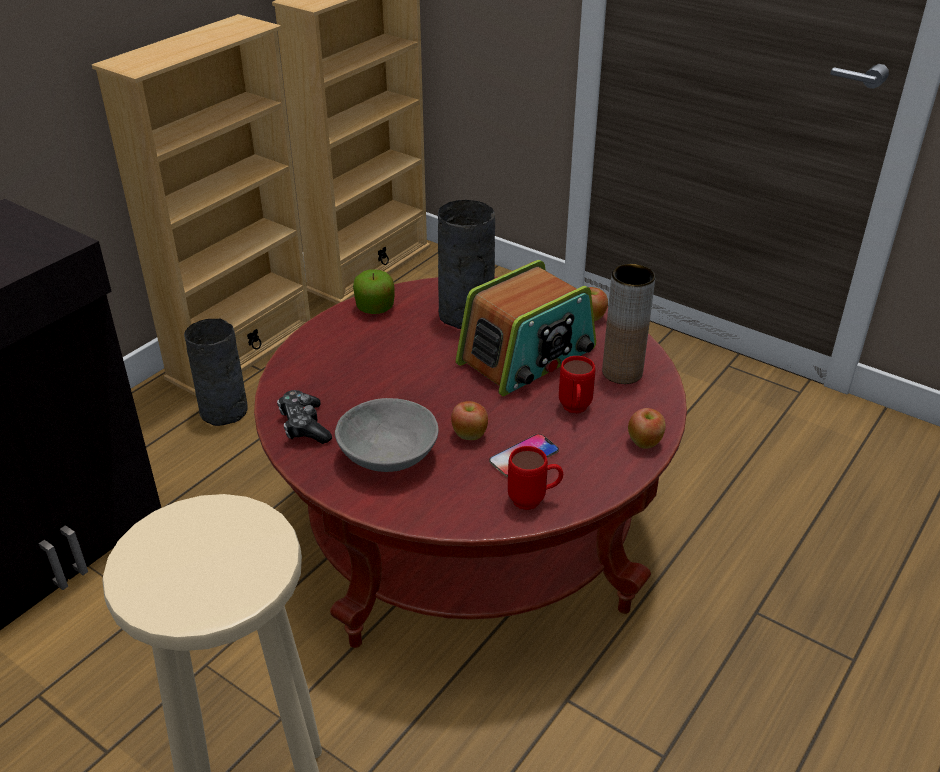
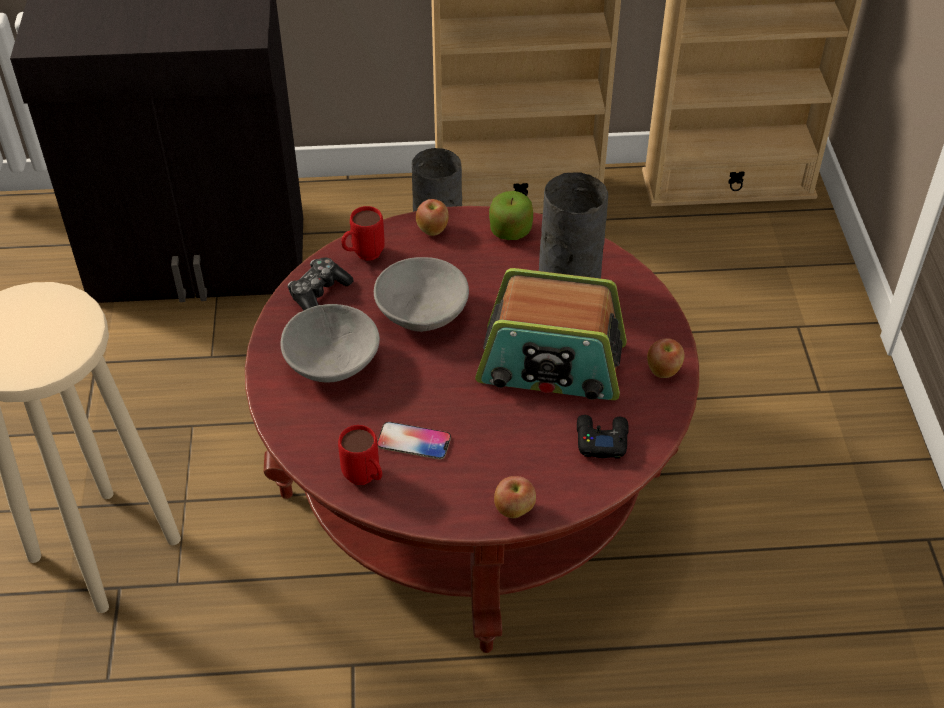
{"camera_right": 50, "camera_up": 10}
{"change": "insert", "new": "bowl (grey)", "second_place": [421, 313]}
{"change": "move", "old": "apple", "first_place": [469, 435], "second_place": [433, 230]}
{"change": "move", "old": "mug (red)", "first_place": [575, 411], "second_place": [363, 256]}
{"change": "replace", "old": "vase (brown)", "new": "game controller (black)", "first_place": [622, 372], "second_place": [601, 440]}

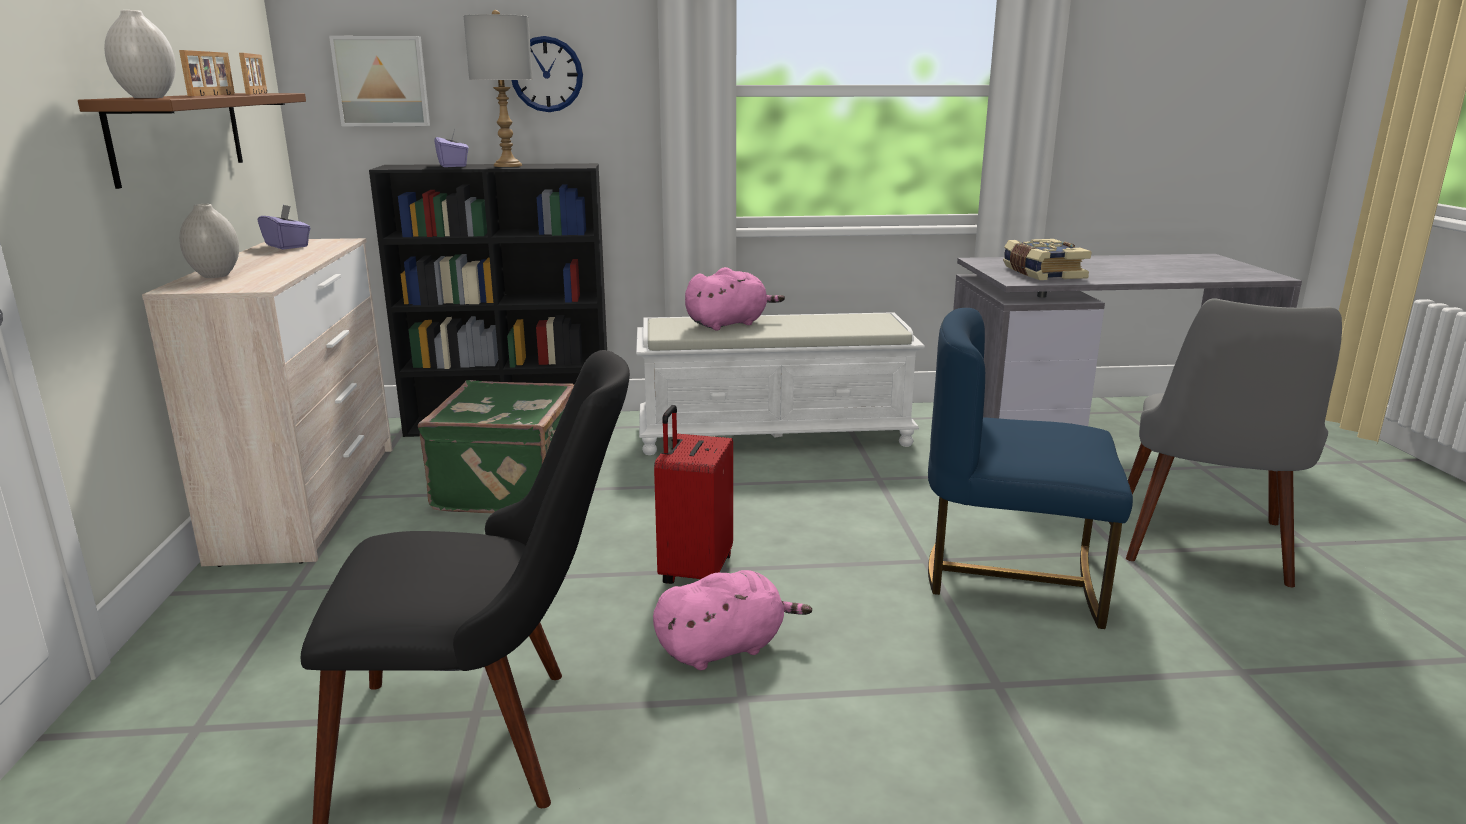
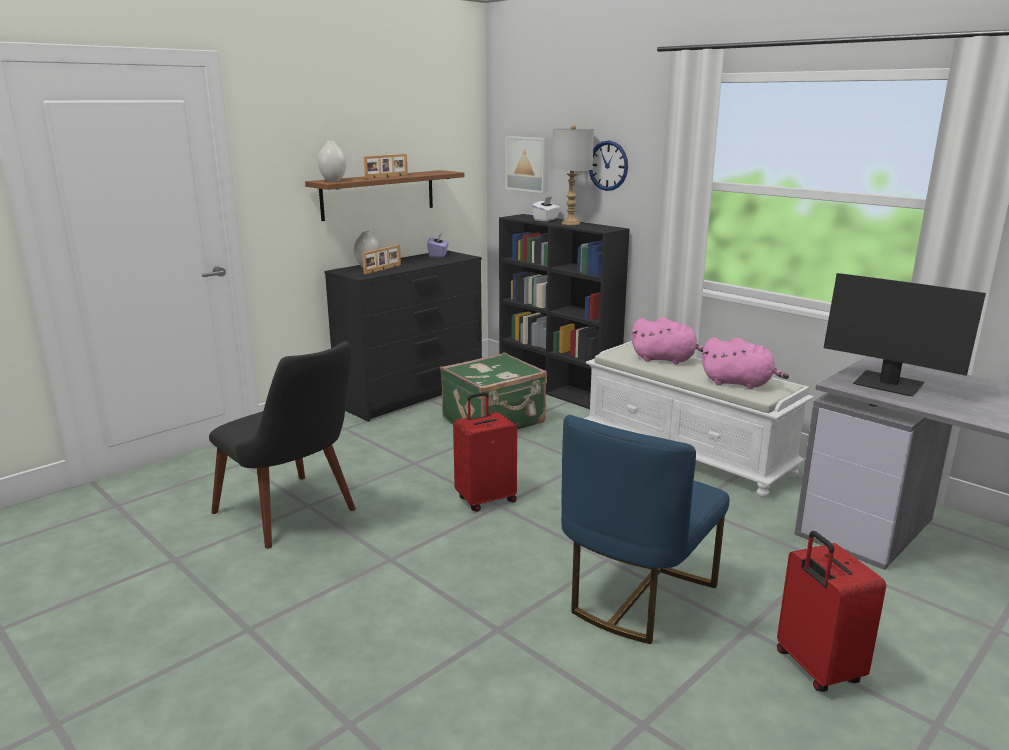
{"camera_right": 50, "camera_up": 0}
{"change": "move", "old": "picture frame", "first_place": [258, 93], "second_place": [383, 269]}
{"change": "move", "old": "plush toy (pink)", "first_place": [725, 648], "second_place": [739, 383]}
{"change": "replace", "old": "book", "new": "monitor", "first_place": [1041, 274], "second_place": [888, 385]}
{"change": "replace", "old": "chair (grey)", "new": "suitcase (red)", "first_place": [1205, 551], "second_place": [816, 668]}
{"change": "recolor", "old": "dresser (beige)", "new": "dresser (black)", "first_place": [312, 501], "second_place": [412, 395]}
{"change": "recolor", "old": "tissue box (purple)", "new": "tissue box (white)", "first_place": [453, 165], "second_place": [546, 219]}
{"change": "rotate", "old": "chair (blue)", "first_place": [1012, 576], "second_place": [635, 596], "degrees": -120}

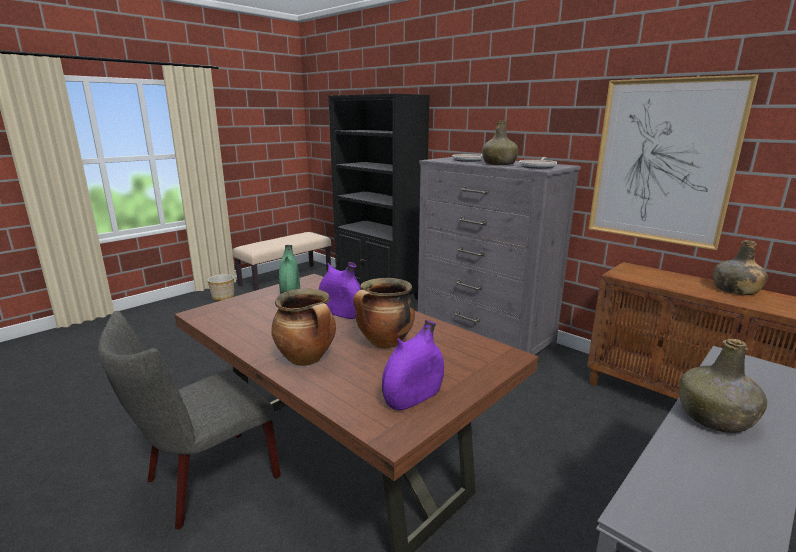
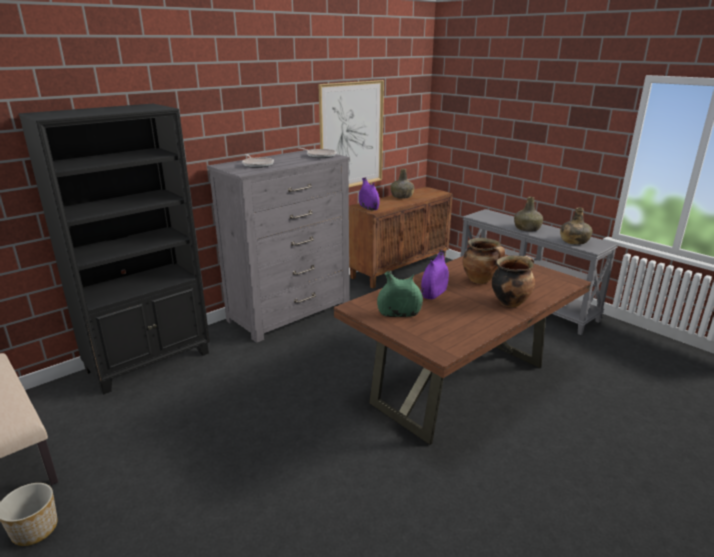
{"camera_right": -85, "camera_up": 5}
{"change": "delete", "old": "chair (grey)", "first_place": [205, 481]}
{"change": "move", "old": "vase (purple)", "first_place": [413, 397], "second_place": [368, 208]}
{"change": "move", "old": "bottle (green)", "first_place": [499, 164], "second_place": [573, 241]}

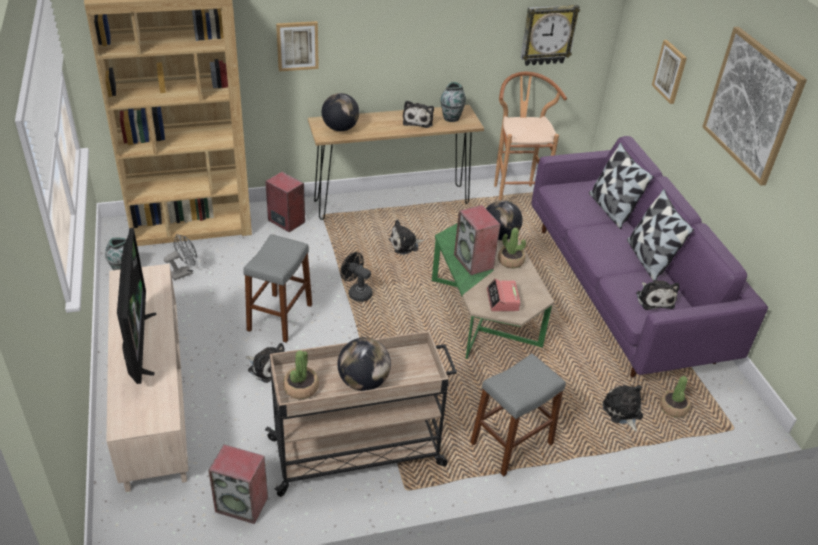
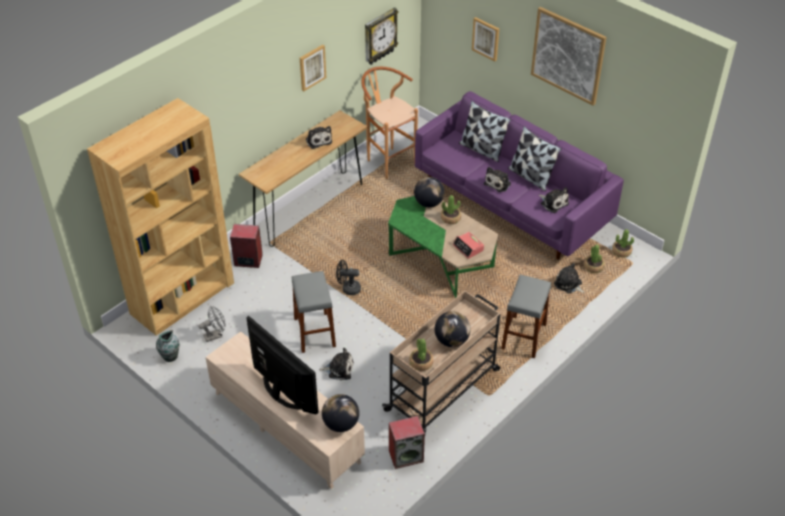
{"camera_right": -30, "camera_up": 5}
{"change": "delete", "old": "vase", "first_place": [451, 118]}
{"change": "delete", "old": "speaker", "first_place": [474, 262]}
{"change": "insert", "new": "potted plant", "second_place": [621, 251]}
{"change": "move", "old": "picture", "first_place": [297, 45], "second_place": [312, 67]}
{"change": "move", "old": "globe", "first_place": [340, 128], "second_place": [341, 424]}
{"change": "move", "old": "plush toy", "first_place": [405, 245], "second_place": [498, 183]}
{"change": "rotate", "old": "fan (grey)", "first_place": [184, 272], "second_place": [215, 335], "degrees": 45}

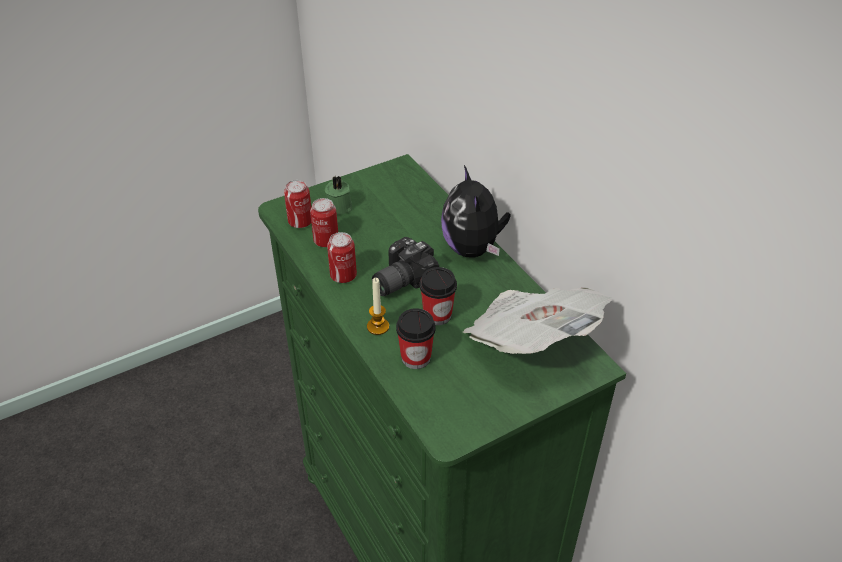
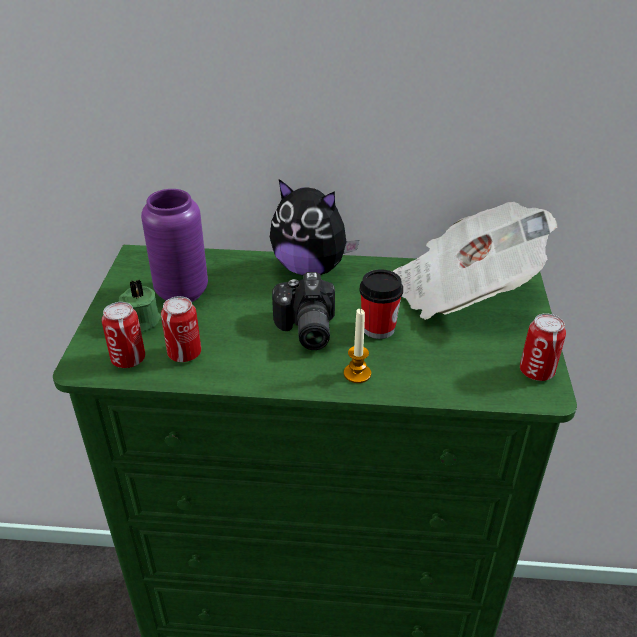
{"camera_right": -55, "camera_up": -5}
{"change": "delete", "old": "cup", "first_place": [416, 357]}
{"change": "insert", "new": "vase (purple)", "second_place": [182, 292]}
{"change": "move", "old": "can", "first_place": [343, 276], "second_place": [536, 371]}

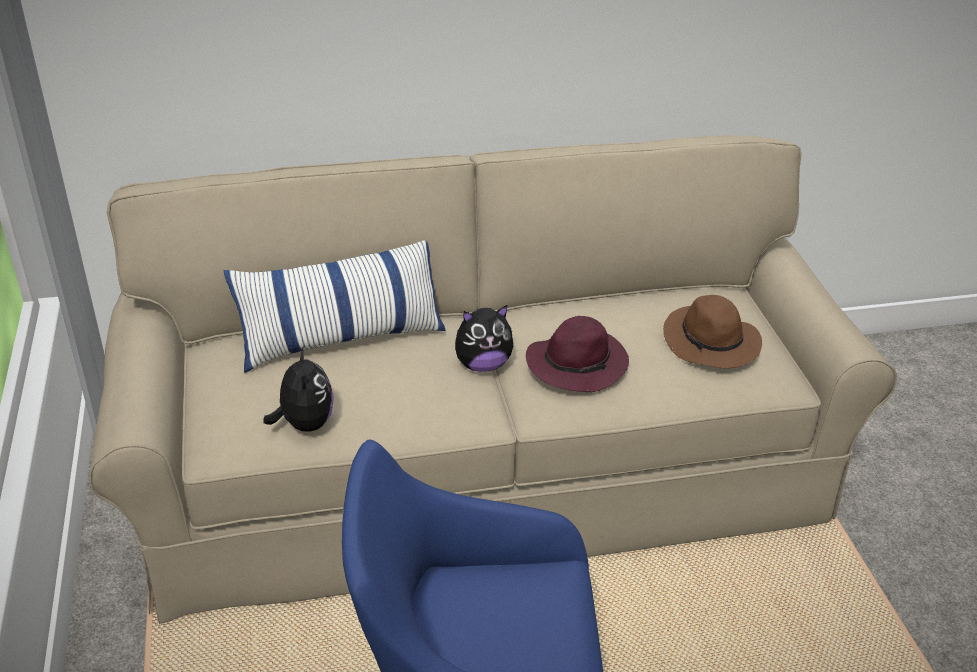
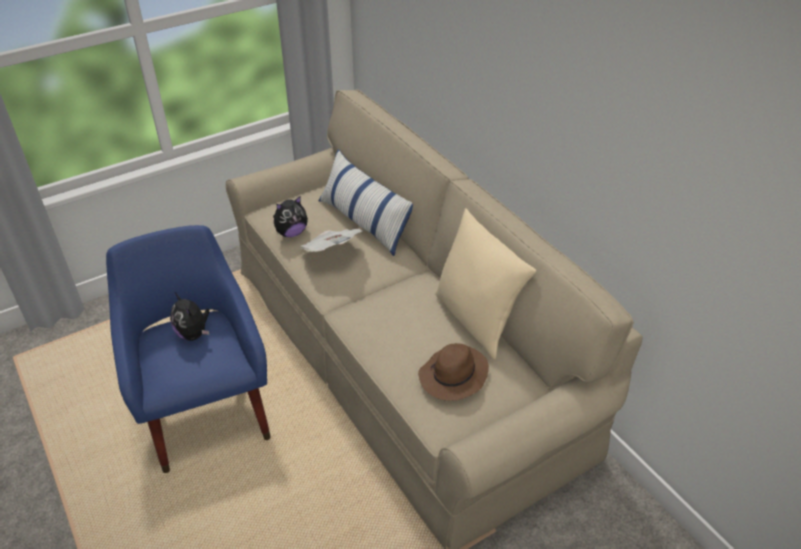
{"camera_right": 70, "camera_up": 5}
{"change": "delete", "old": "hat (purple)", "first_place": [578, 363]}
{"change": "insert", "new": "newspaper", "second_place": [331, 252]}
{"change": "insert", "new": "pillow (beige)", "second_place": [476, 320]}
{"change": "move", "old": "plush toy", "first_place": [482, 365], "second_place": [194, 334]}

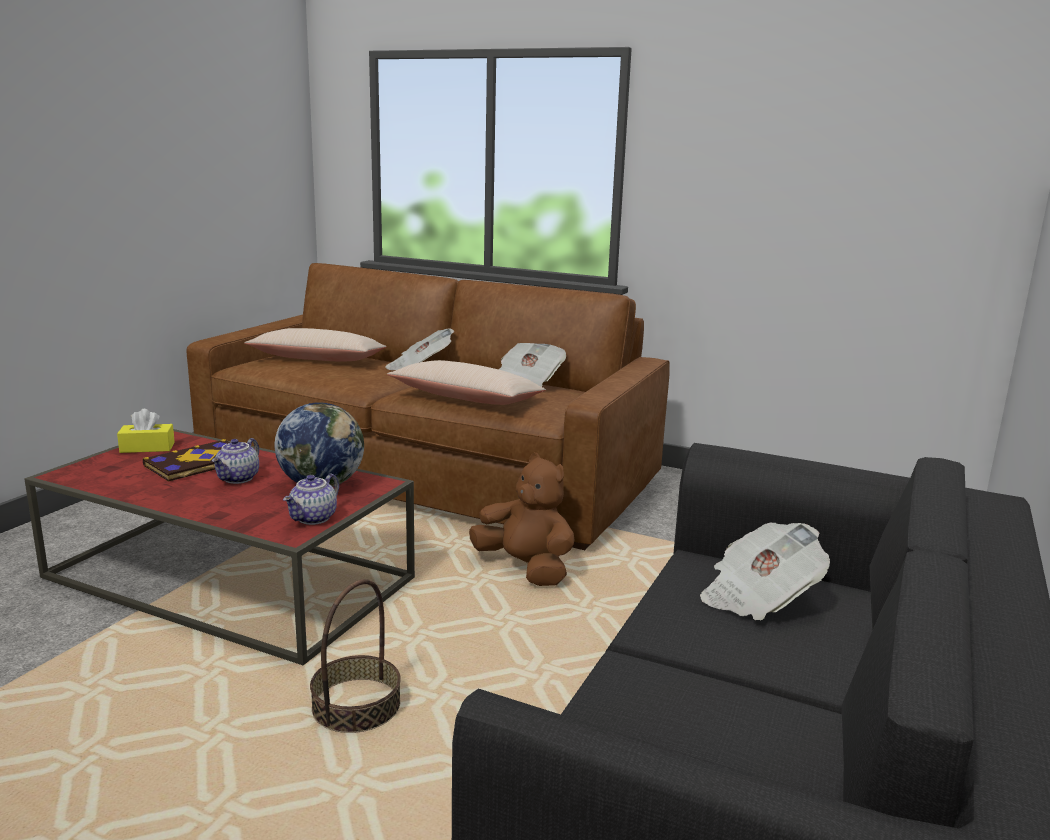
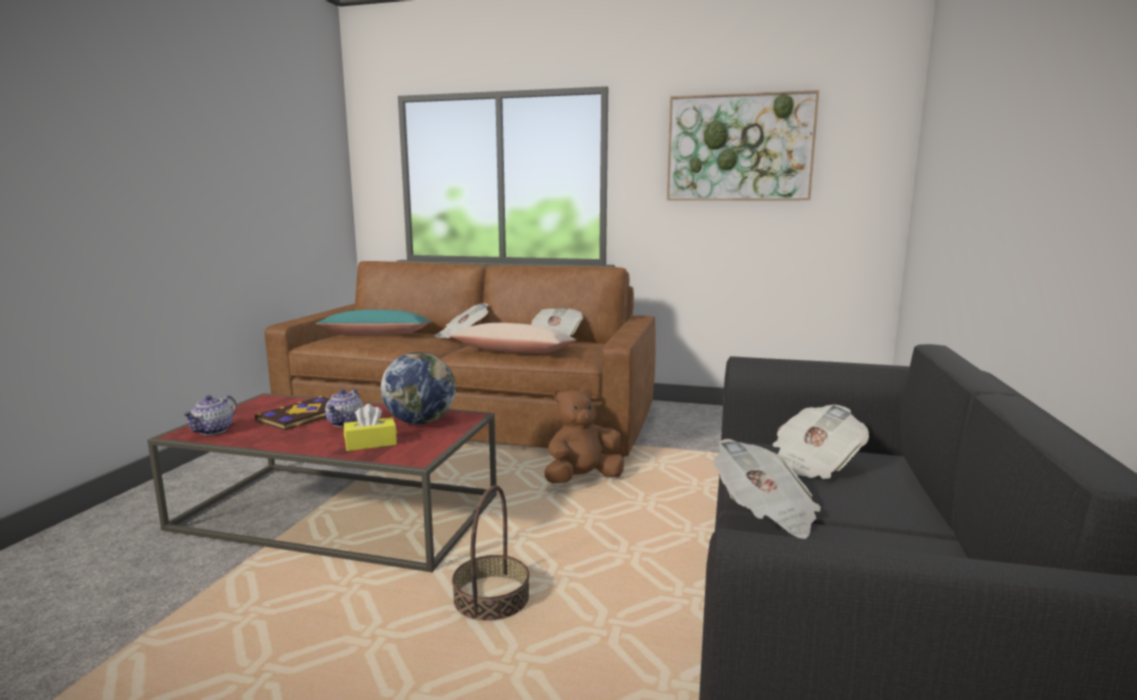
{"camera_right": -10, "camera_up": -5}
{"change": "insert", "new": "picture", "second_place": [739, 148]}
{"change": "insert", "new": "newspaper", "second_place": [765, 513]}
{"change": "move", "old": "tissue box (yellow)", "first_place": [147, 447], "second_place": [371, 443]}
{"change": "move", "old": "teapot", "first_place": [314, 518], "second_place": [213, 431]}
{"change": "recolor", "old": "pillow (beige)", "new": "pillow (turquoise)", "first_place": [318, 359], "second_place": [376, 334]}
{"change": "rotate", "old": "plush toy (brown)", "first_place": [526, 568], "second_place": [582, 479], "degrees": -60}

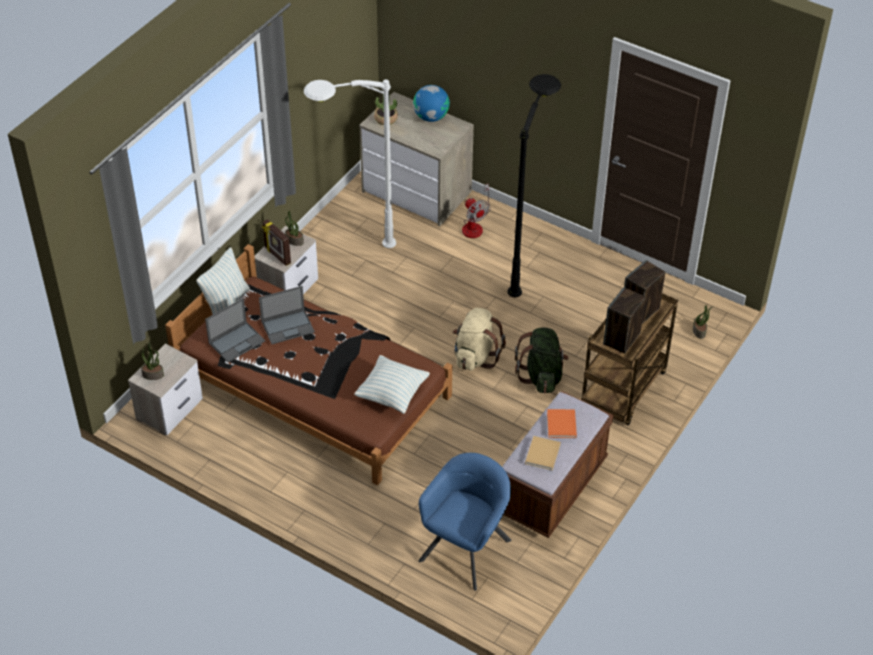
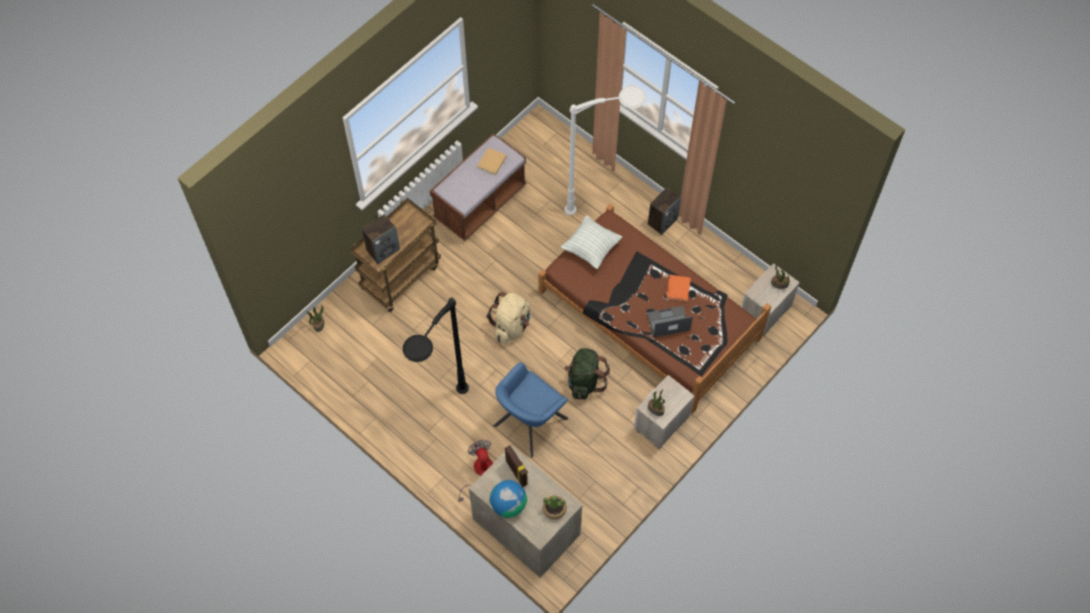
{"camera_right": -170, "camera_up": 15}
{"change": "delete", "old": "pillow", "first_place": [226, 302]}
{"change": "delete", "old": "laptop", "first_place": [237, 341]}
{"change": "move", "old": "picture frame", "first_place": [277, 256], "second_place": [517, 472]}
{"change": "move", "old": "floor lamp (white)", "first_place": [346, 252], "second_place": [607, 205]}
{"change": "move", "old": "armchair (blue)", "first_place": [466, 550], "second_place": [529, 422]}
{"change": "move", "old": "backpack (green)", "first_place": [541, 376], "second_place": [584, 381]}
{"change": "move", "old": "book (orange)", "first_place": [561, 425], "second_place": [678, 288]}
{"change": "move", "old": "speaker", "first_place": [621, 339], "second_place": [662, 221]}

